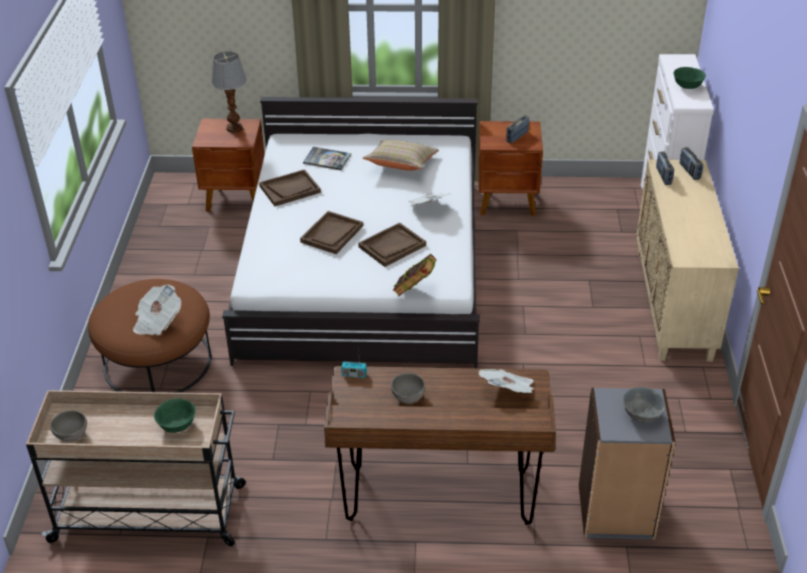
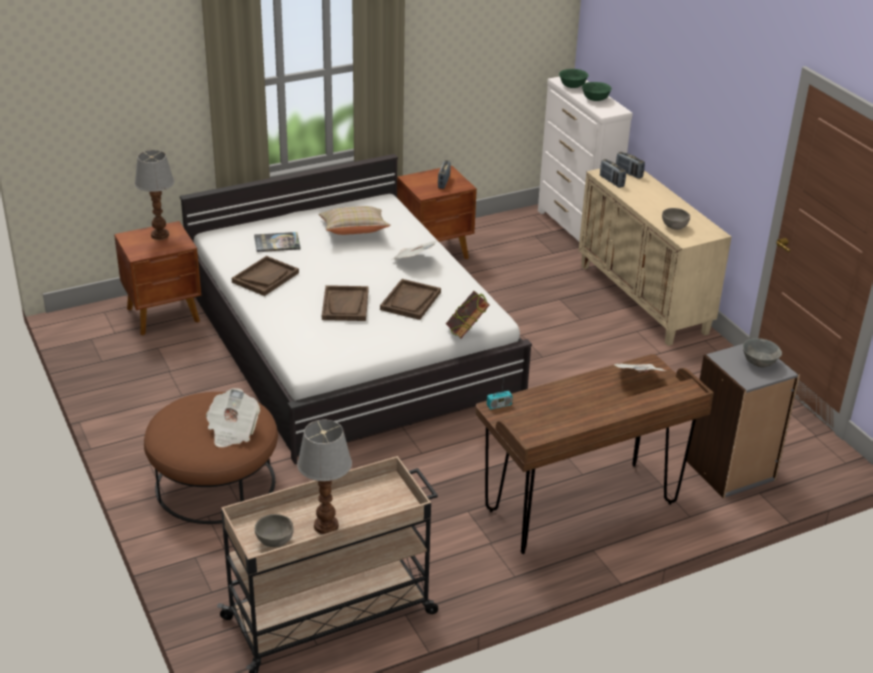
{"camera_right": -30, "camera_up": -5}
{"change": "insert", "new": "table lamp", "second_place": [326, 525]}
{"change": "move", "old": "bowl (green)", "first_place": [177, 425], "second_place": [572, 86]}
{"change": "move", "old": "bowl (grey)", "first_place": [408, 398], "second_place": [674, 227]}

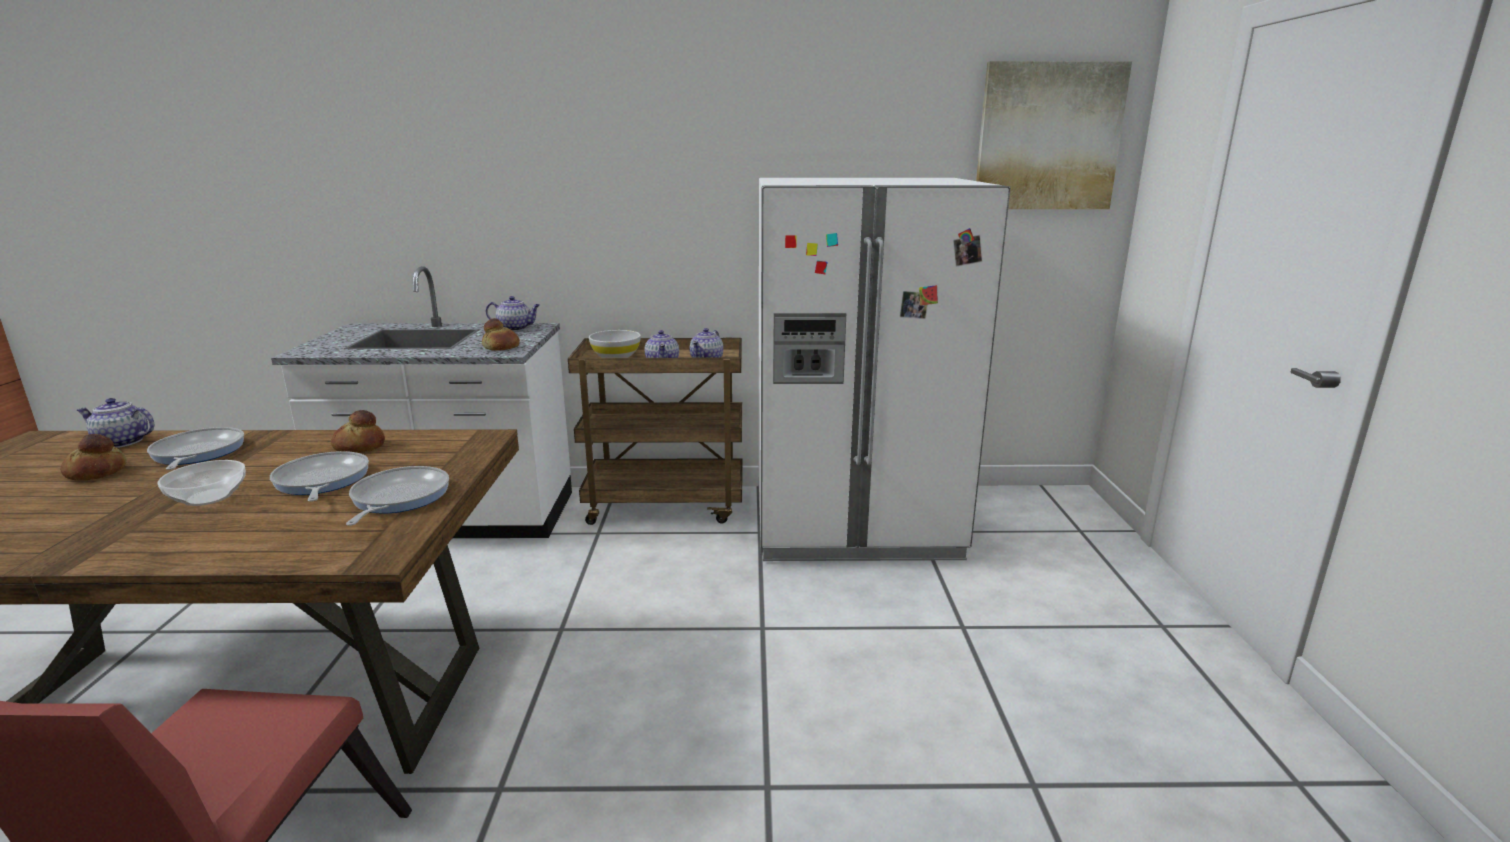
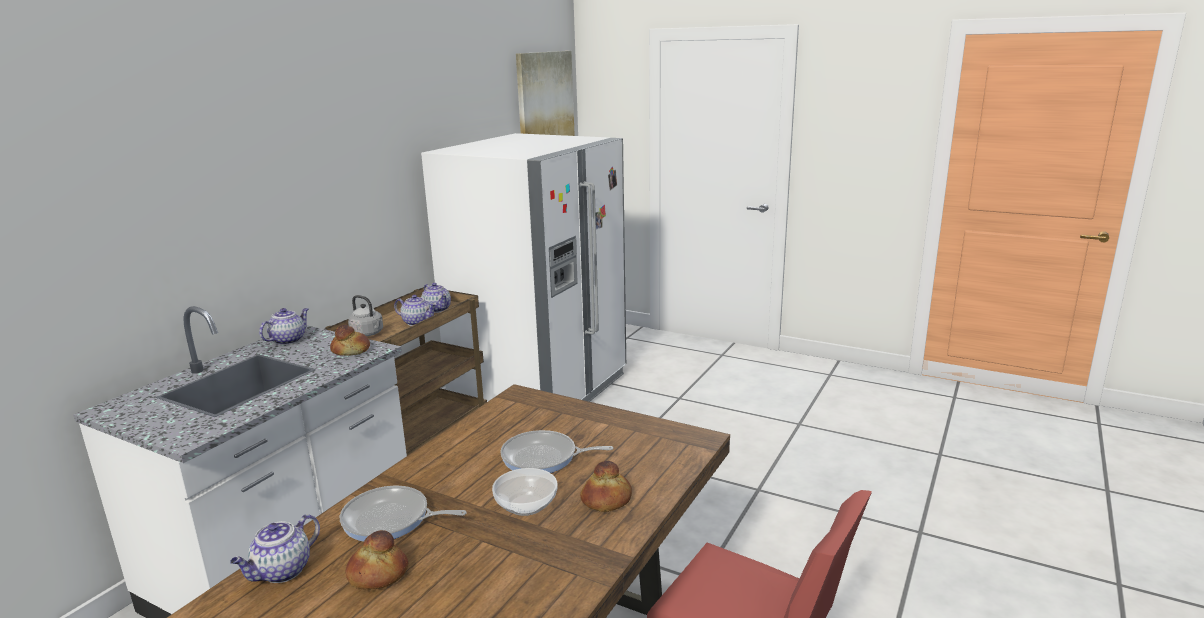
{"camera_right": -60, "camera_up": 0}
{"change": "delete", "old": "frying pan", "first_place": [398, 498]}
{"change": "move", "old": "bread", "first_place": [359, 447], "second_place": [607, 500]}
{"change": "replace", "old": "bowl (white)", "new": "kettle (grey)", "first_place": [616, 356], "second_place": [368, 334]}

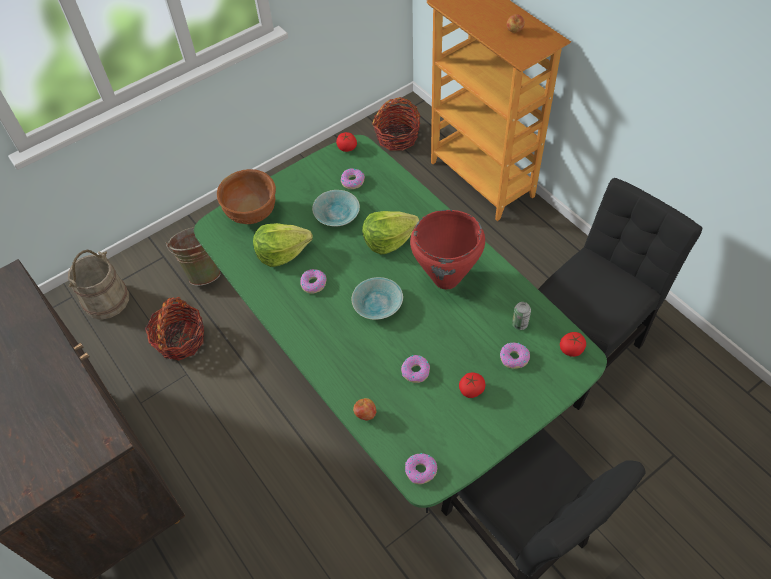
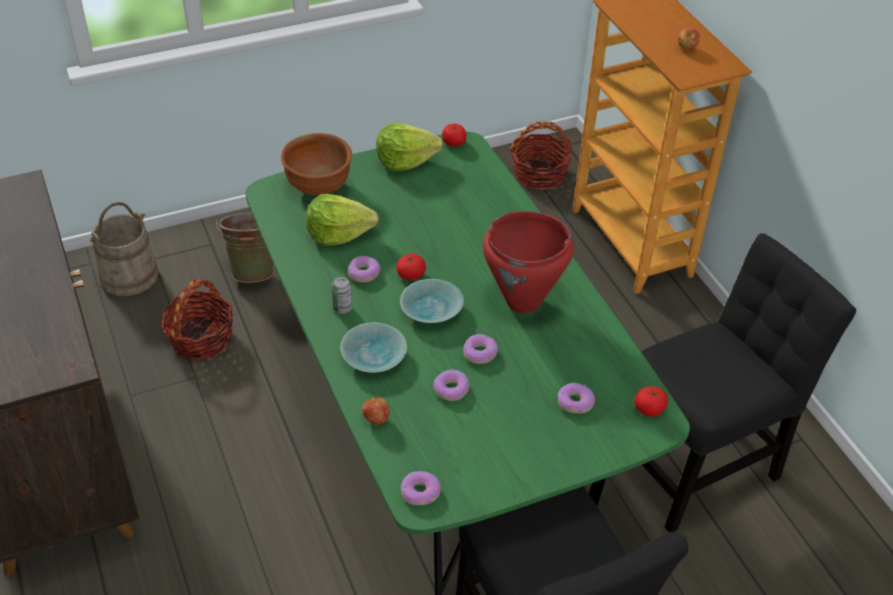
{"camera_right": 10, "camera_up": -10}
{"change": "move", "old": "bowl (turquoise)", "first_place": [337, 213], "second_place": [375, 355]}
{"change": "move", "old": "donut", "first_place": [352, 181], "second_place": [479, 353]}
{"change": "move", "old": "lettuce", "first_place": [388, 240], "second_place": [405, 160]}
{"change": "move", "old": "tomato", "first_place": [471, 389], "second_place": [410, 274]}
{"change": "move", "old": "can", "first_place": [519, 324], "second_place": [342, 308]}

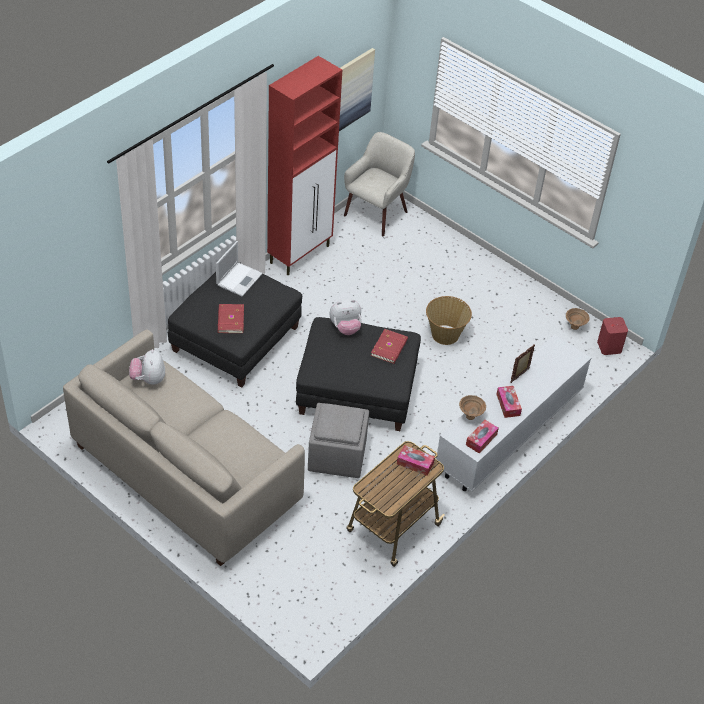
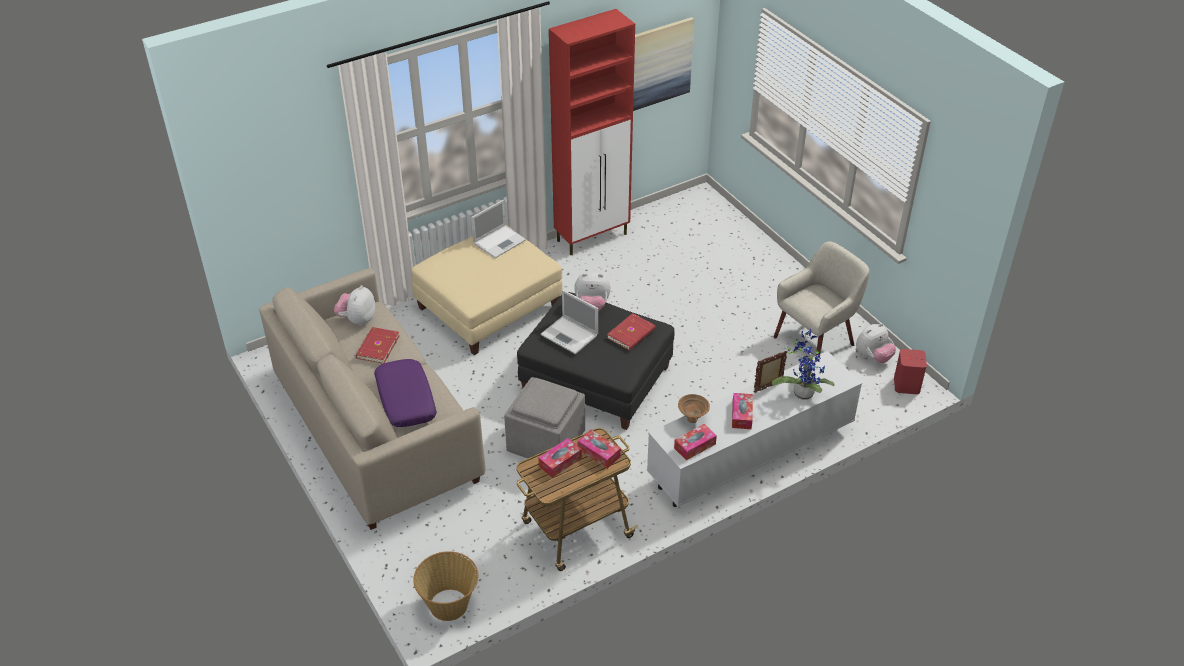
{"camera_right": 20, "camera_up": -5}
{"change": "insert", "new": "pillow (purple)", "second_place": [405, 400]}
{"change": "insert", "new": "tissue box", "second_place": [560, 462]}
{"change": "insert", "new": "laptop", "second_place": [570, 335]}
{"change": "insert", "new": "potted plant", "second_place": [802, 391]}
{"change": "move", "old": "book (red)", "first_place": [230, 320], "second_place": [377, 347]}
{"change": "move", "old": "armchair (beige)", "first_place": [377, 213], "second_place": [815, 341]}
{"change": "move", "old": "basket", "first_place": [445, 334], "second_place": [449, 604]}
{"change": "replace", "old": "bowl (brown)", "new": "plush toy", "first_place": [575, 326], "second_place": [873, 357]}
{"change": "recolor", "old": "ottoman (black)", "new": "ottoman (beige)", "first_place": [235, 339], "second_place": [488, 307]}

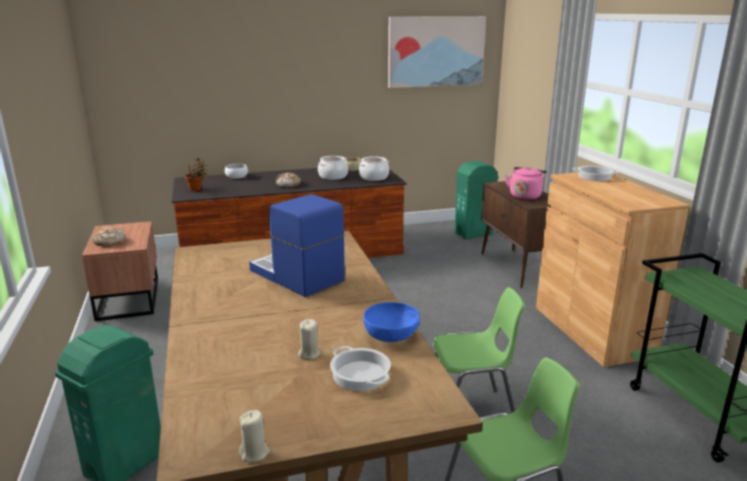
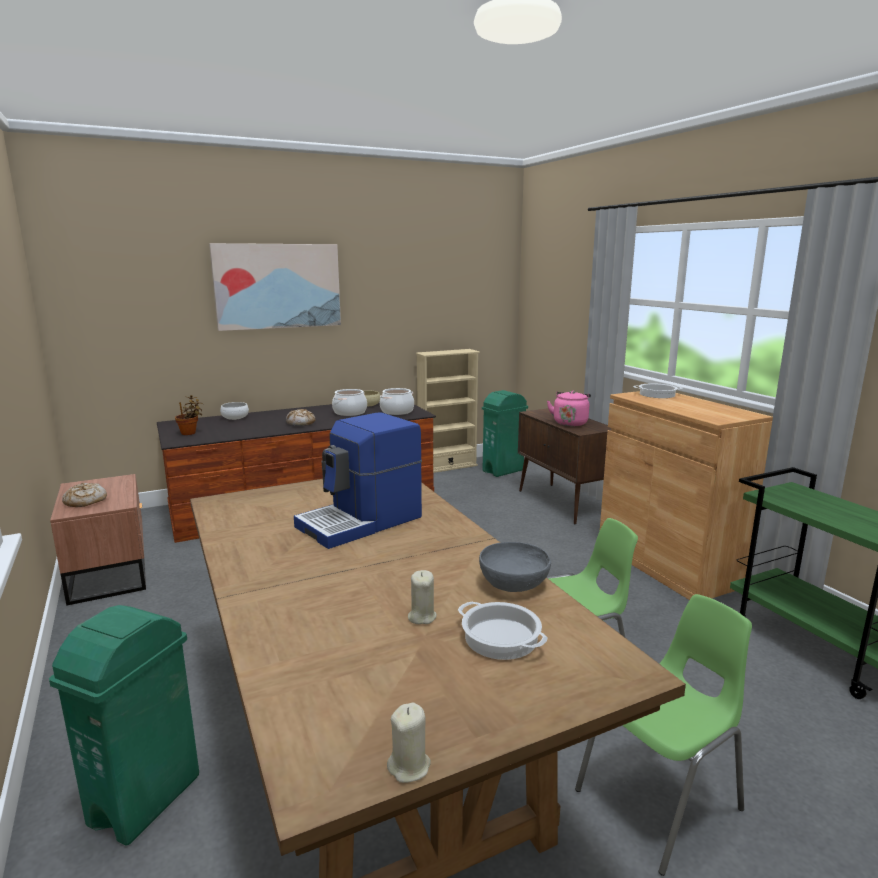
{"camera_right": -10, "camera_up": -5}
{"change": "insert", "new": "bookcase (beige)", "second_place": [447, 467]}
{"change": "move", "old": "picture", "first_place": [436, 51], "second_place": [278, 286]}
{"change": "recolor", "old": "bowl (blue)", "new": "bowl (grey)", "first_place": [391, 335], "second_place": [513, 583]}
{"change": "rotate", "old": "coffee machine", "first_place": [296, 276], "second_place": [361, 522], "degrees": -75}

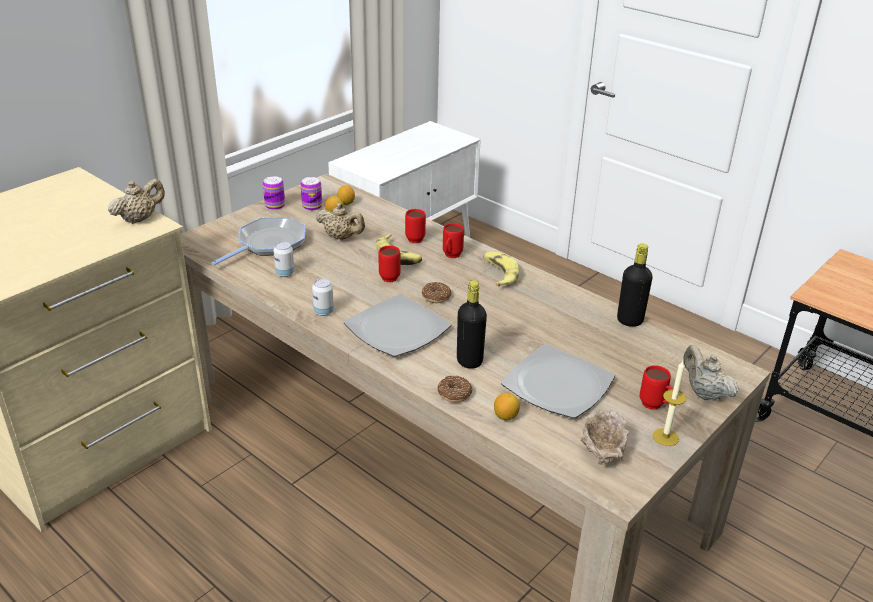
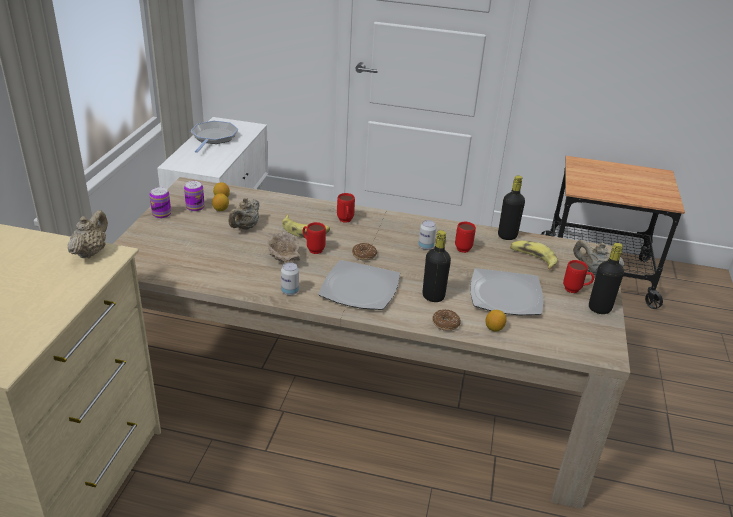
{"camera_right": -30, "camera_up": 0}
{"change": "move", "old": "frying pan", "first_place": [269, 244], "second_place": [213, 137]}
{"change": "move", "old": "can", "first_place": [285, 273], "second_place": [426, 247]}
{"change": "move", "old": "mug (red)", "first_place": [416, 238], "second_place": [461, 247]}
{"change": "move", "old": "banana", "first_place": [499, 273], "second_place": [532, 258]}
{"change": "move", "old": "bowl (beige)", "first_place": [601, 452], "second_place": [284, 260]}
{"change": "replace", "old": "candle", "new": "bottle (black)", "first_place": [665, 437], "second_place": [599, 308]}
{"change": "rotate", "old": "teapot (beige)", "first_place": [341, 237], "second_place": [245, 227], "degrees": 120}

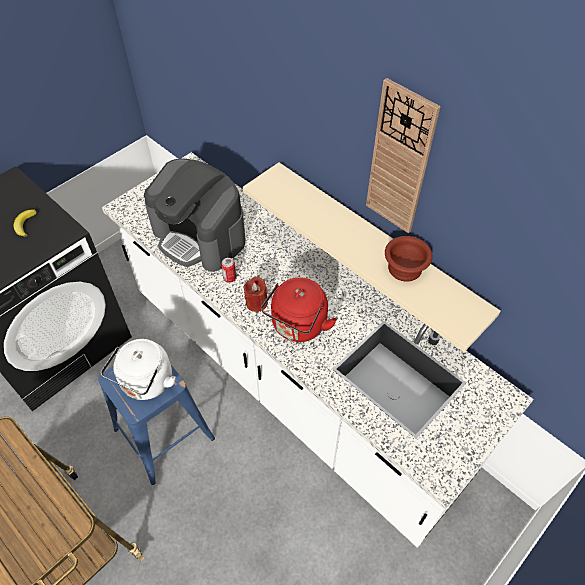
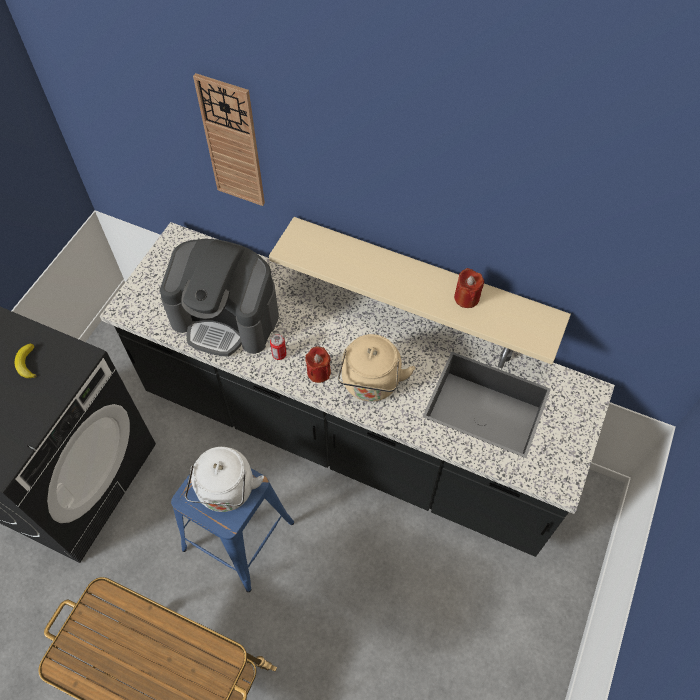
{"camera_right": -20, "camera_up": 5}
{"change": "move", "old": "wall clock", "first_place": [400, 161], "second_place": [232, 143]}
{"change": "replace", "old": "bowl (brown)", "new": "candle (red)", "first_place": [403, 268], "second_place": [466, 298]}
{"change": "recolor", "old": "counter (white)", "new": "counter (black)", "first_place": [292, 381], "second_place": [350, 434]}
{"change": "recolor", "old": "kettle (red)", "new": "kettle (beige)", "first_place": [297, 326], "second_place": [371, 384]}

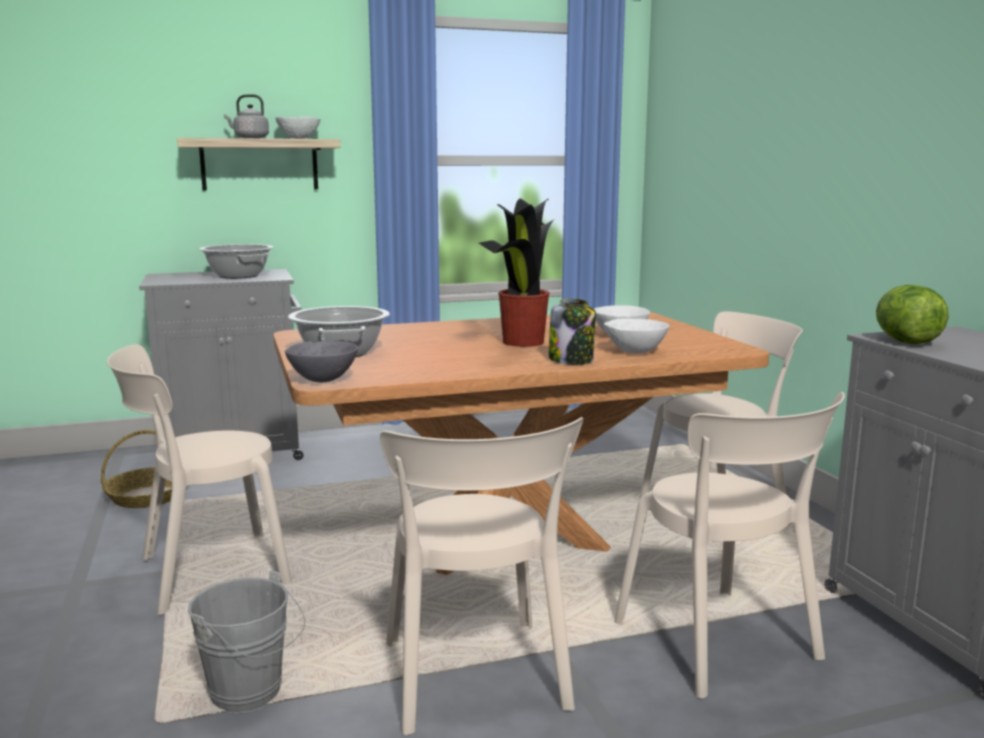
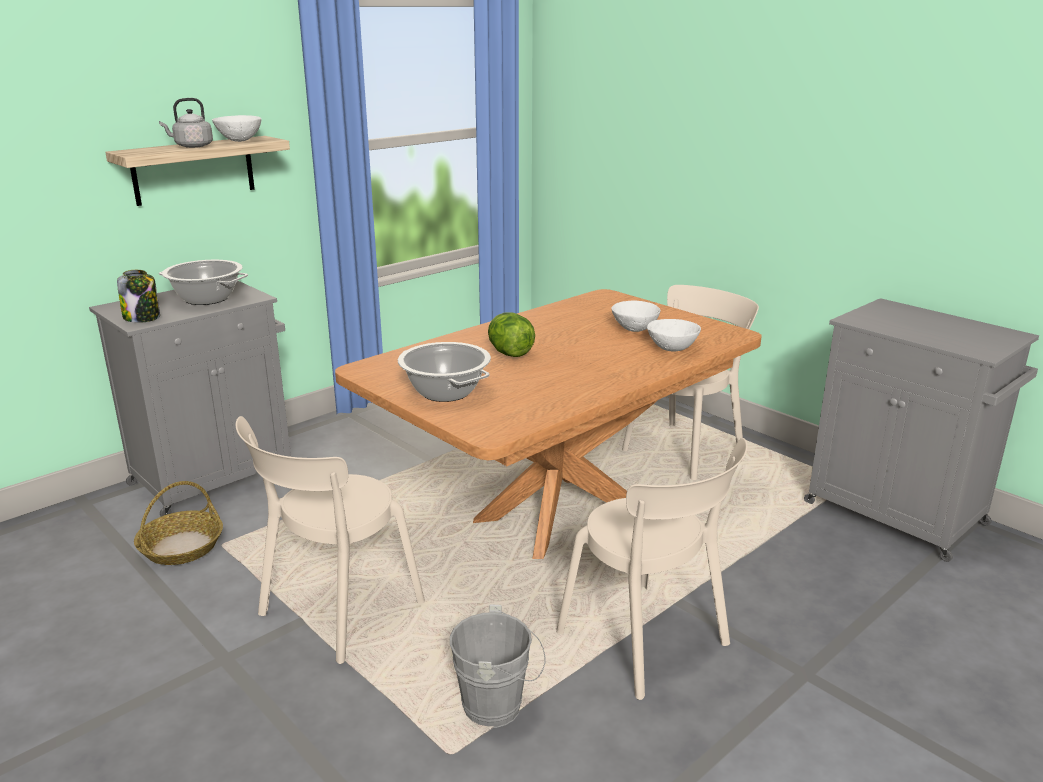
{"camera_right": -25, "camera_up": 10}
{"change": "delete", "old": "bowl (grey)", "first_place": [324, 380]}
{"change": "delete", "old": "potted plant", "first_place": [522, 343]}
{"change": "delete", "old": "chair (beige)", "first_place": [721, 645]}
{"change": "move", "old": "jar", "first_place": [571, 360], "second_place": [142, 317]}
{"change": "move", "old": "lettuce", "first_place": [905, 341], "second_place": [510, 353]}

